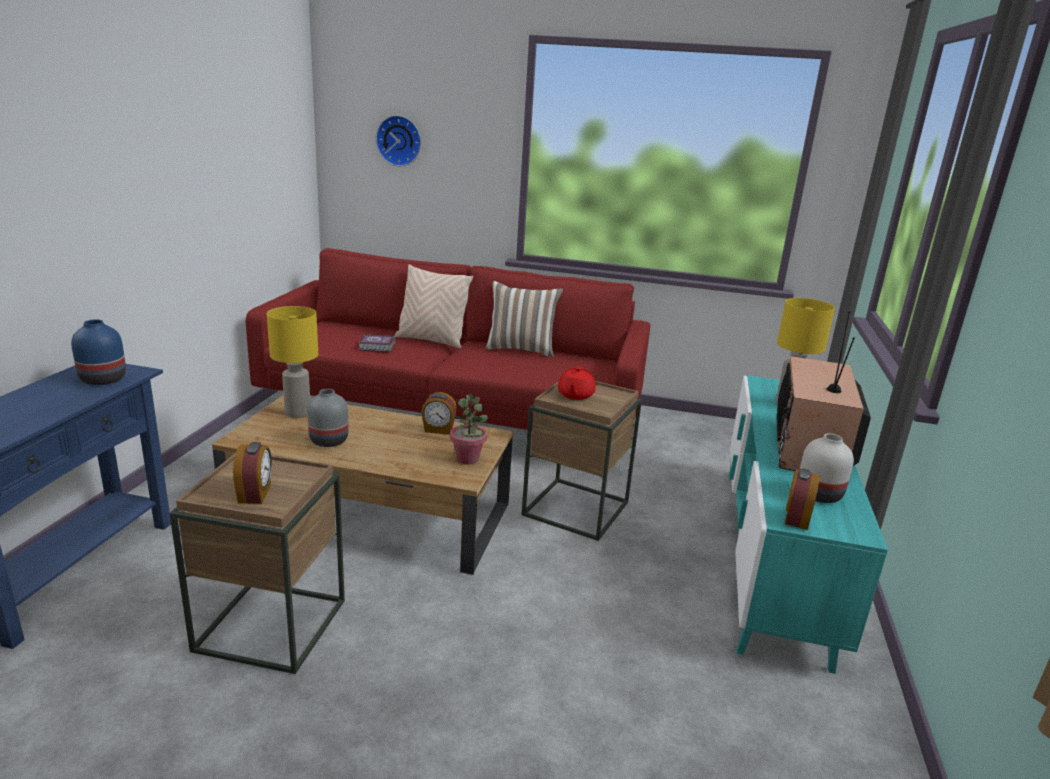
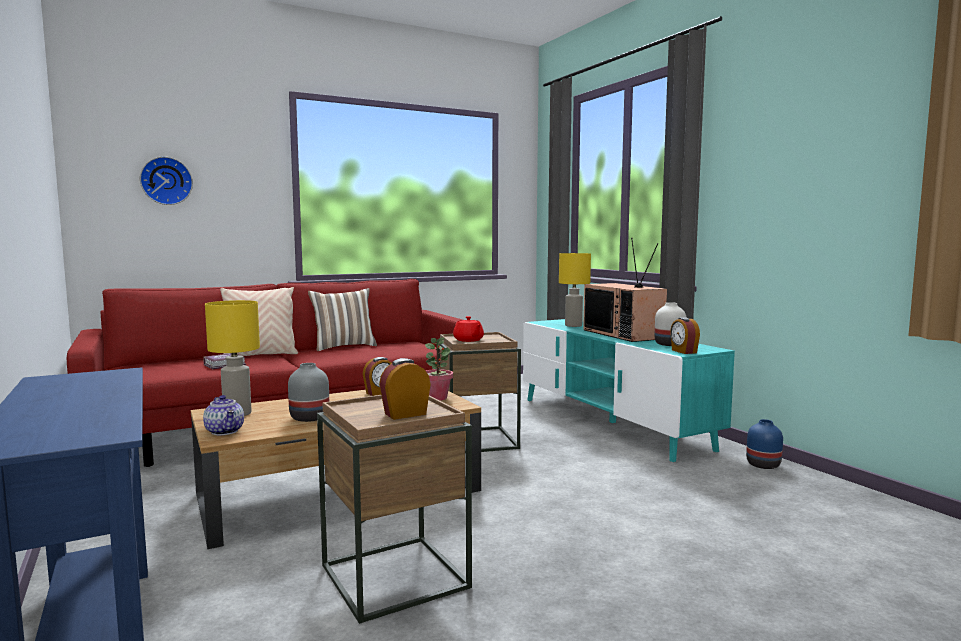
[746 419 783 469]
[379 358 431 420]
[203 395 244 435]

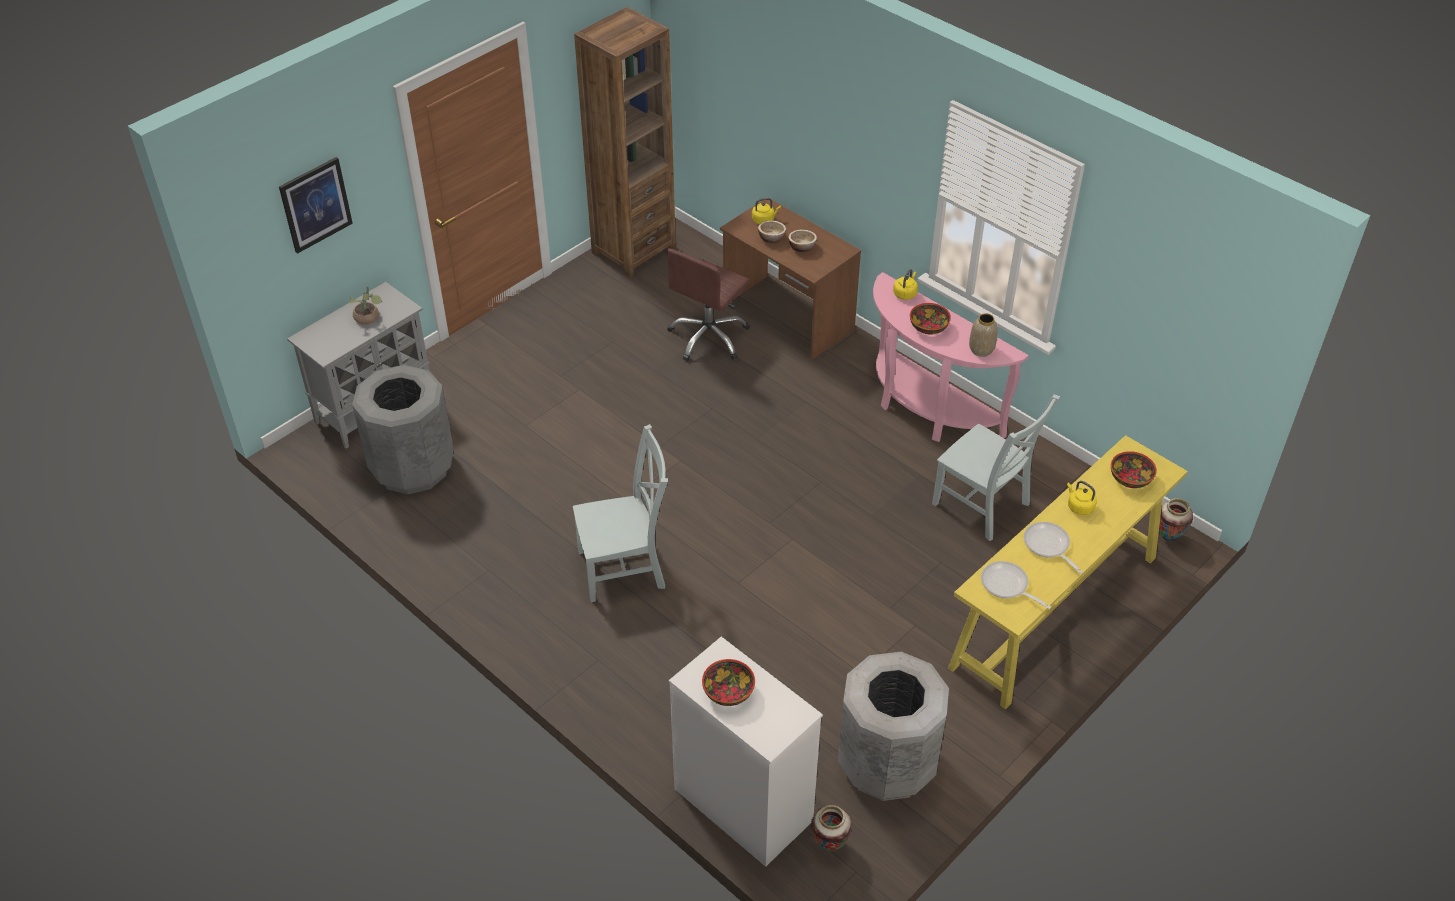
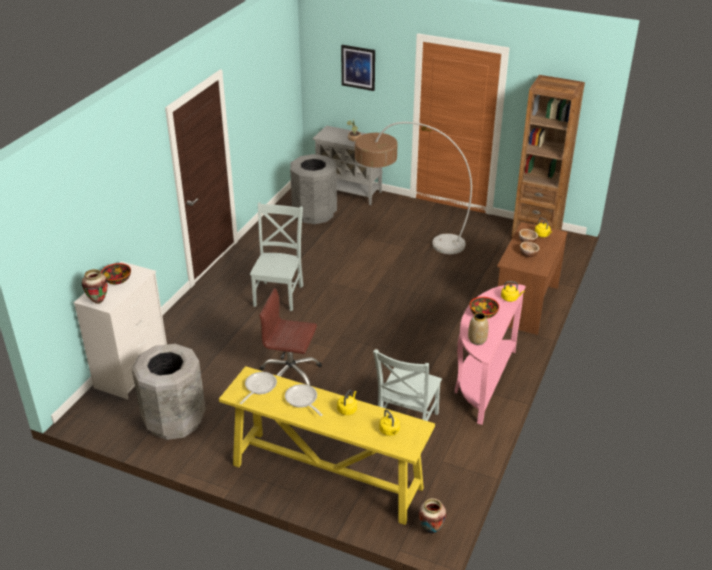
[250 202 303 311]
[259 288 322 386]
[82 269 107 304]
[285 384 323 416]
[379 409 400 436]
[355 122 472 254]

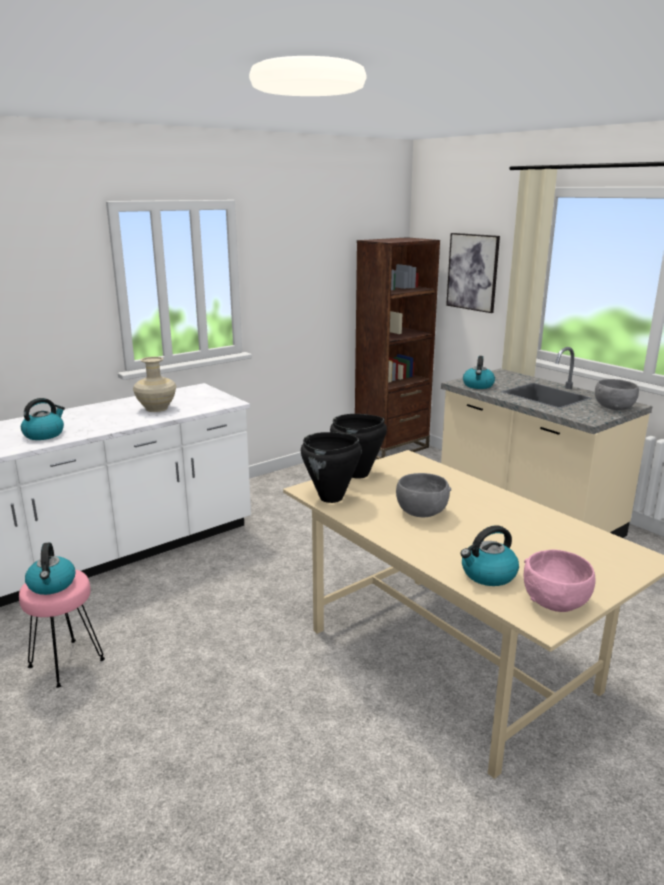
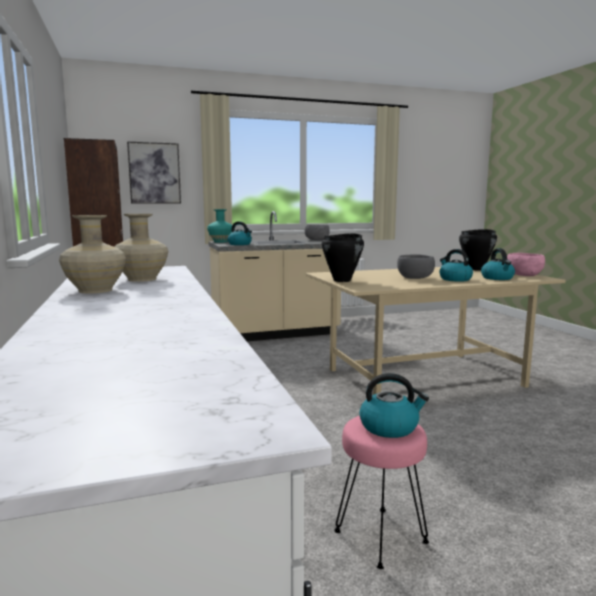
[439 249 473 282]
[459 229 497 270]
[59 215 126 293]
[207 209 232 242]

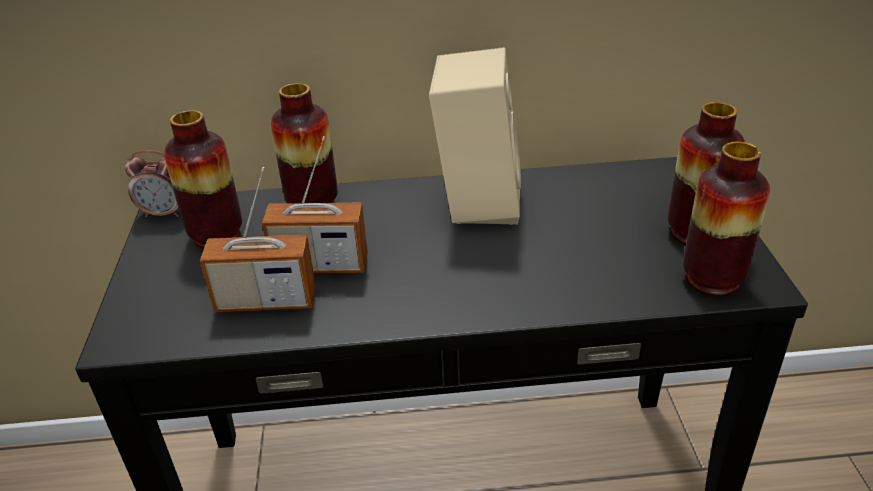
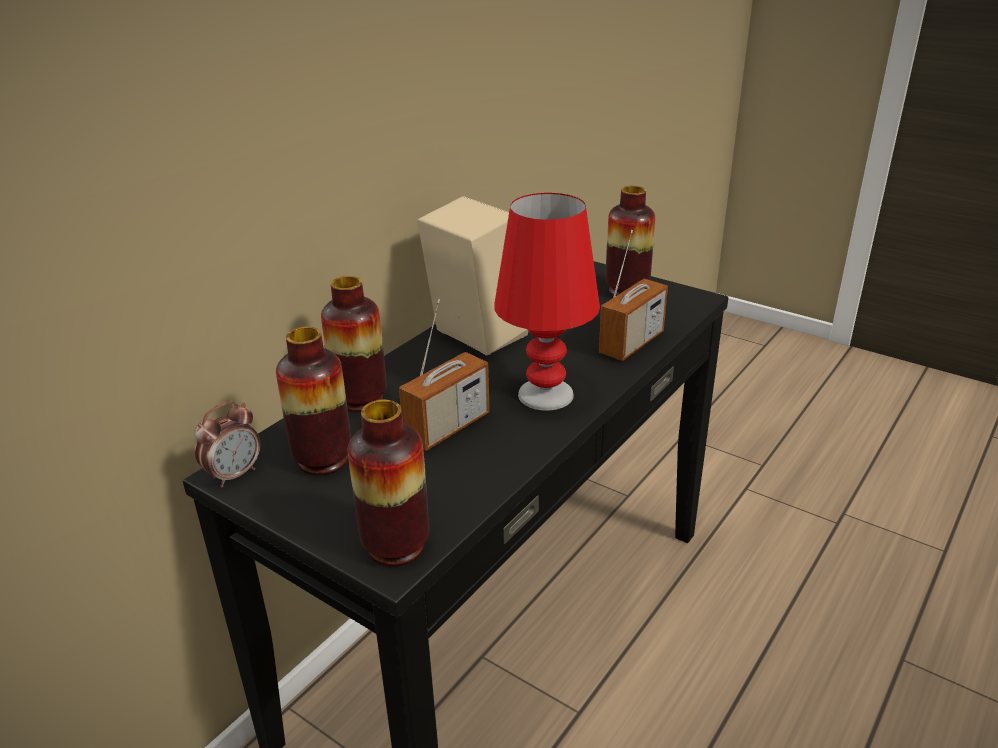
[599 230 668 361]
[348 400 429 567]
[494 193 600 411]

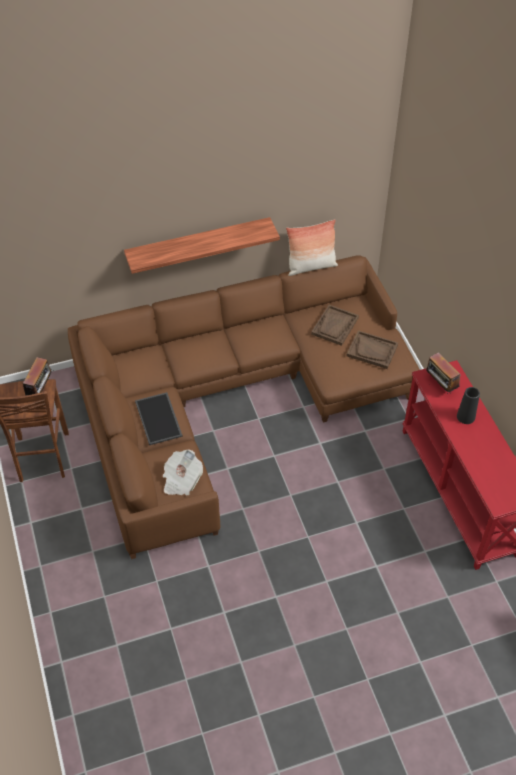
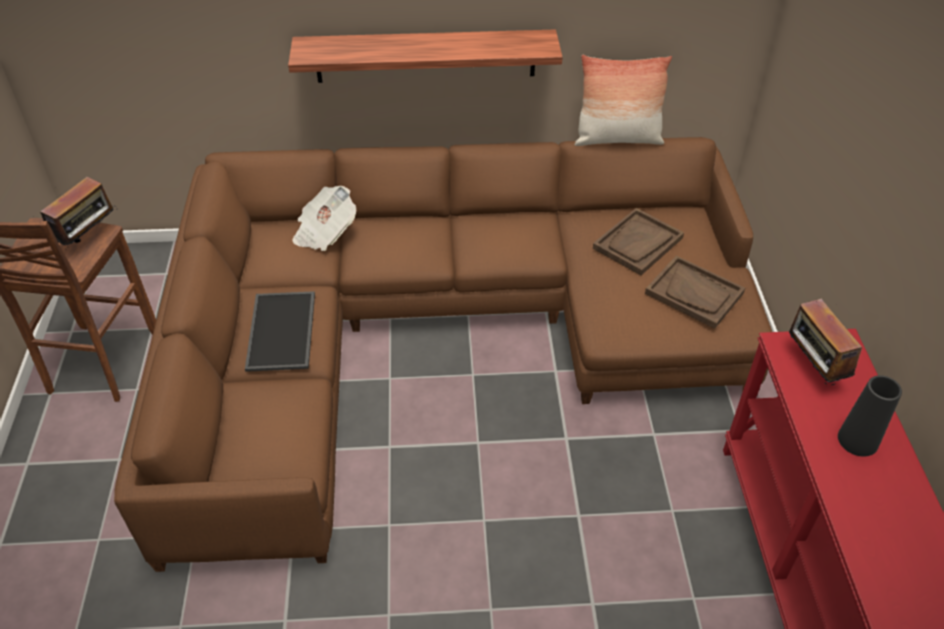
[292 186 356 251]

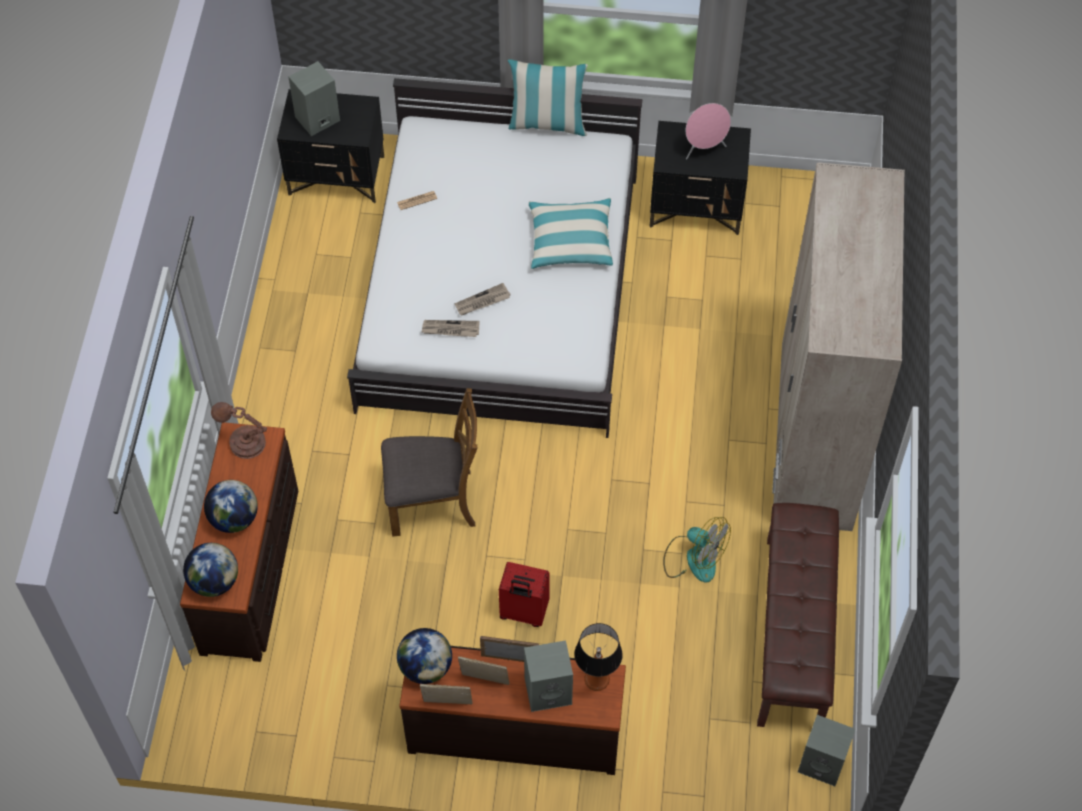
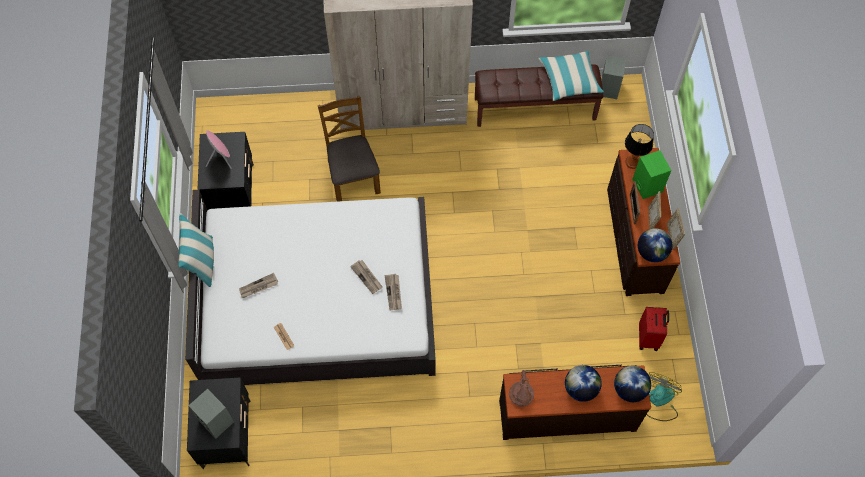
[318 96 381 202]
[639 307 669 351]
[632 150 671 199]
[538 51 604 101]
[646 372 682 421]
[239 273 278 298]

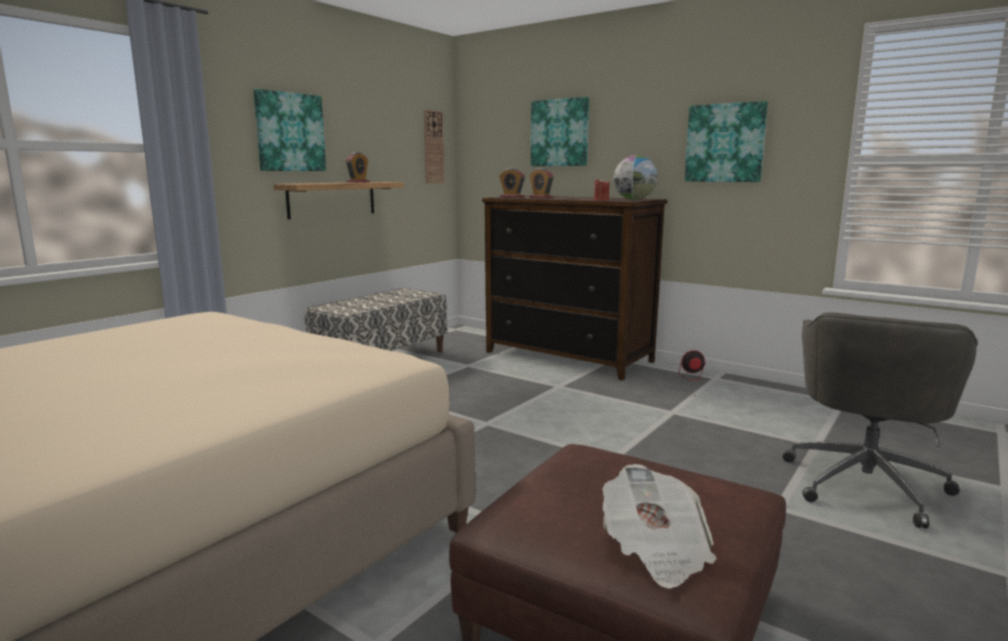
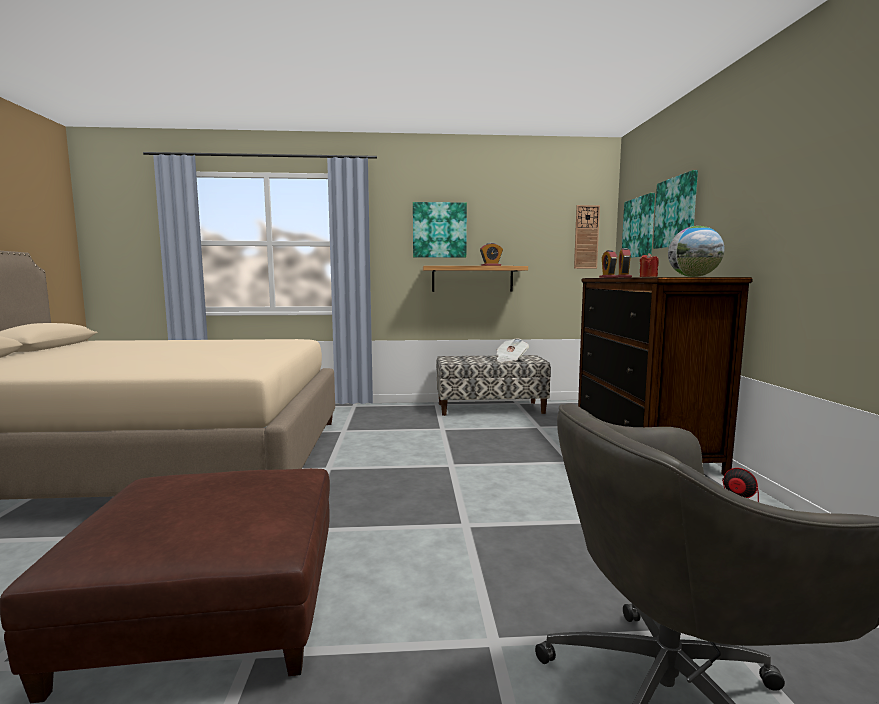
[496 338 529 362]
[622 193 655 258]

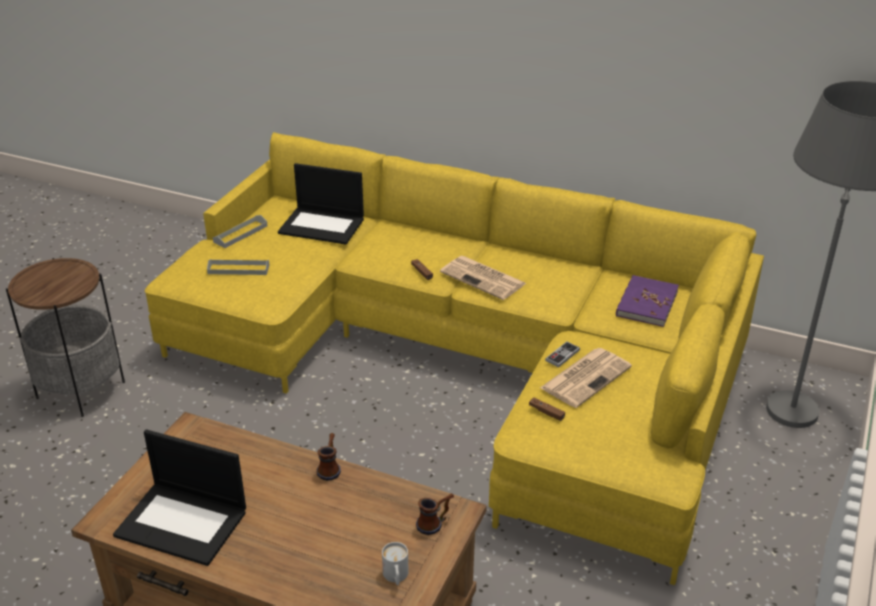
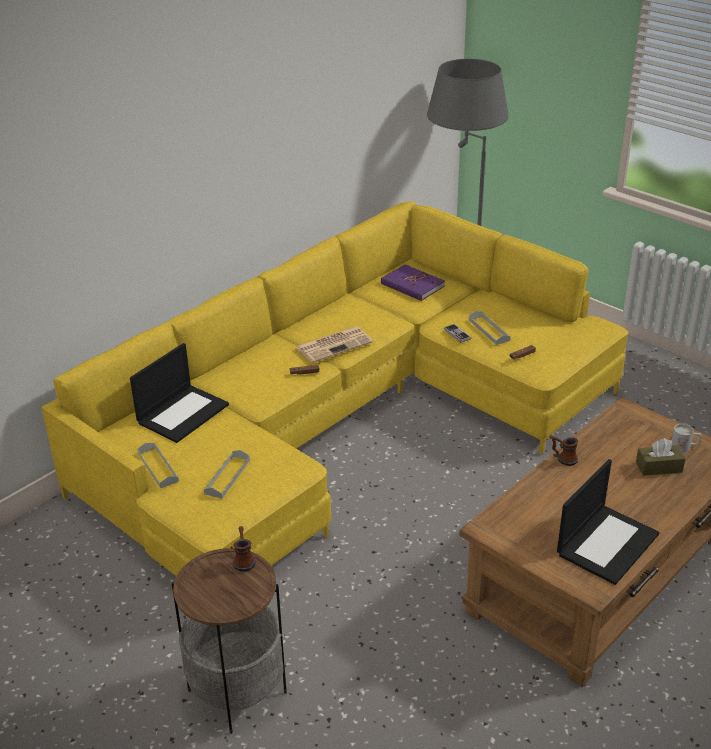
[233 526 256 572]
[469 311 511 345]
[636 438 685 476]

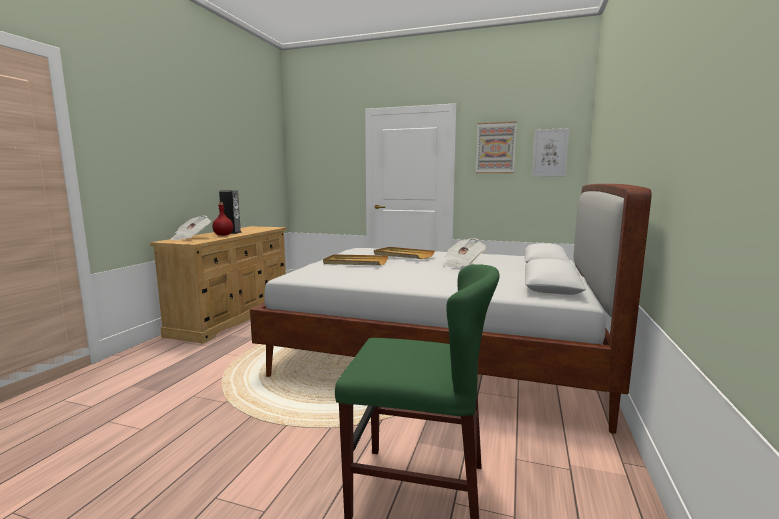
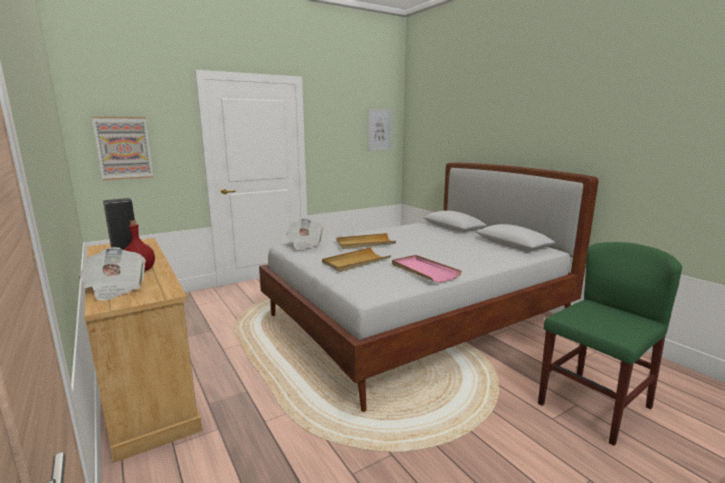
[286 219 324 250]
[92 117 154 180]
[392 255 462 283]

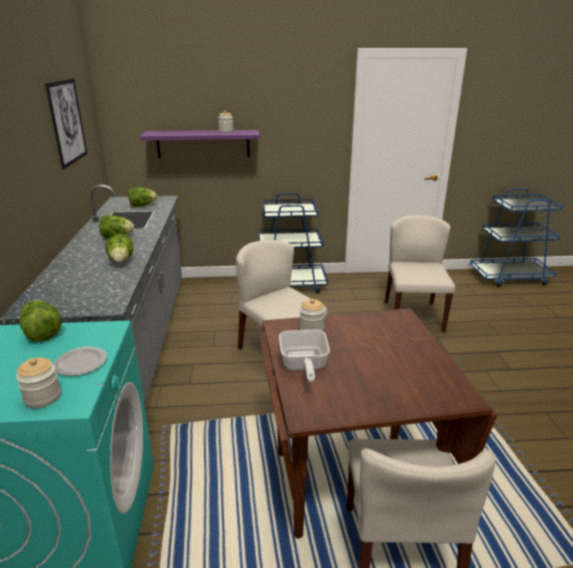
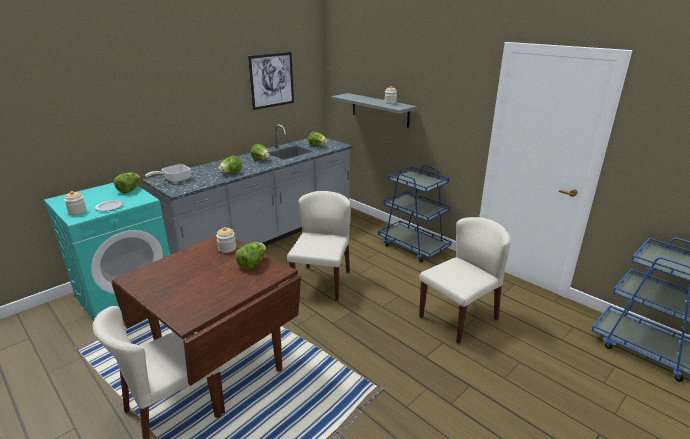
[331 93 417 128]
[145 164 191 183]
[235 242 266 270]

